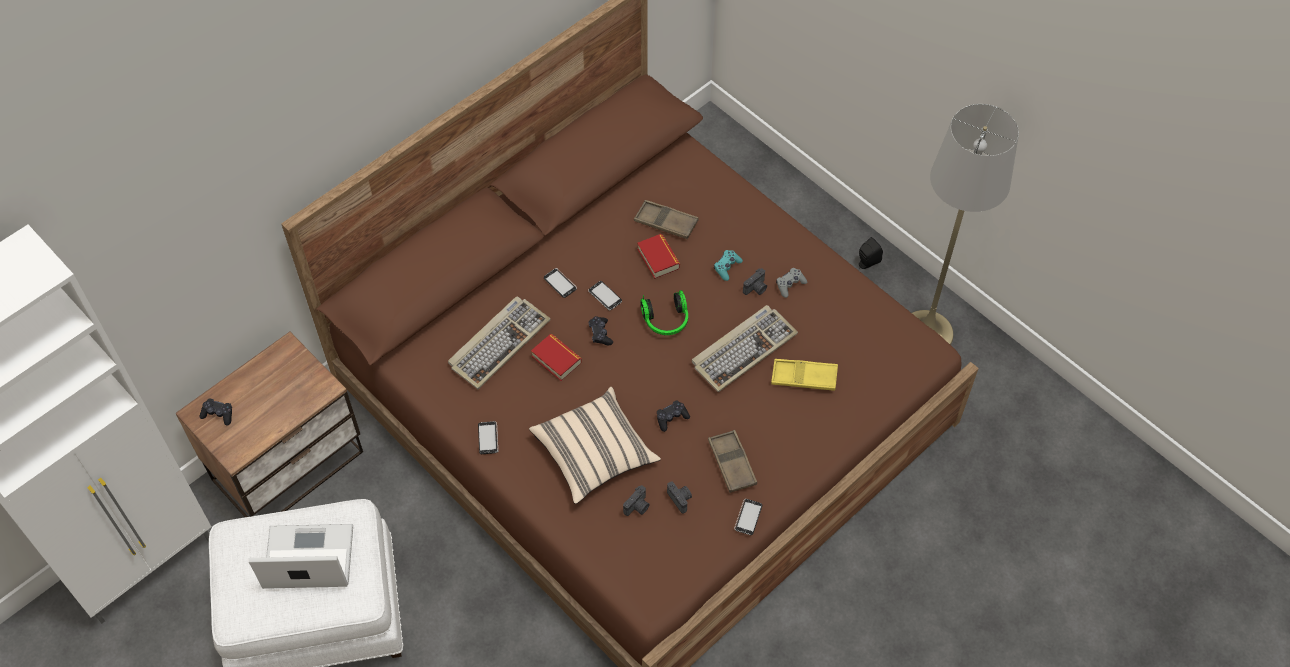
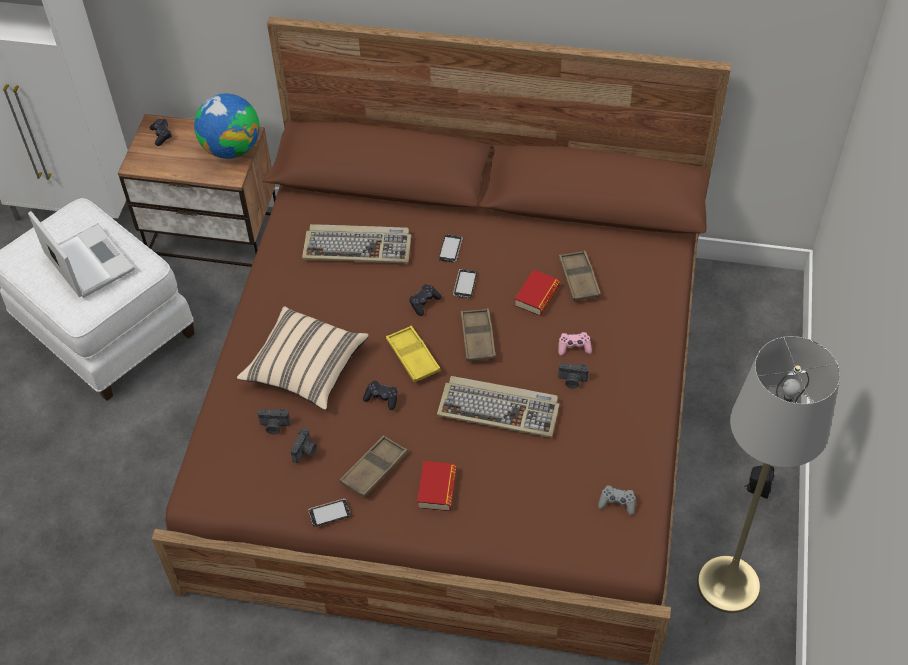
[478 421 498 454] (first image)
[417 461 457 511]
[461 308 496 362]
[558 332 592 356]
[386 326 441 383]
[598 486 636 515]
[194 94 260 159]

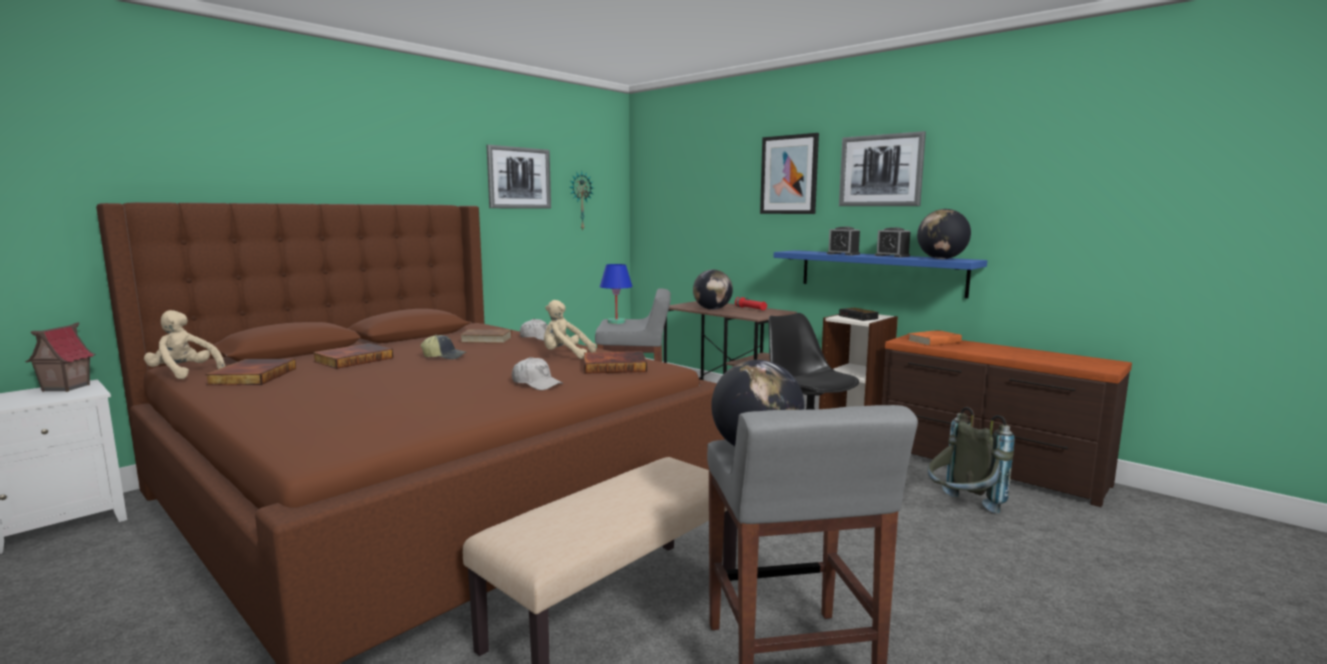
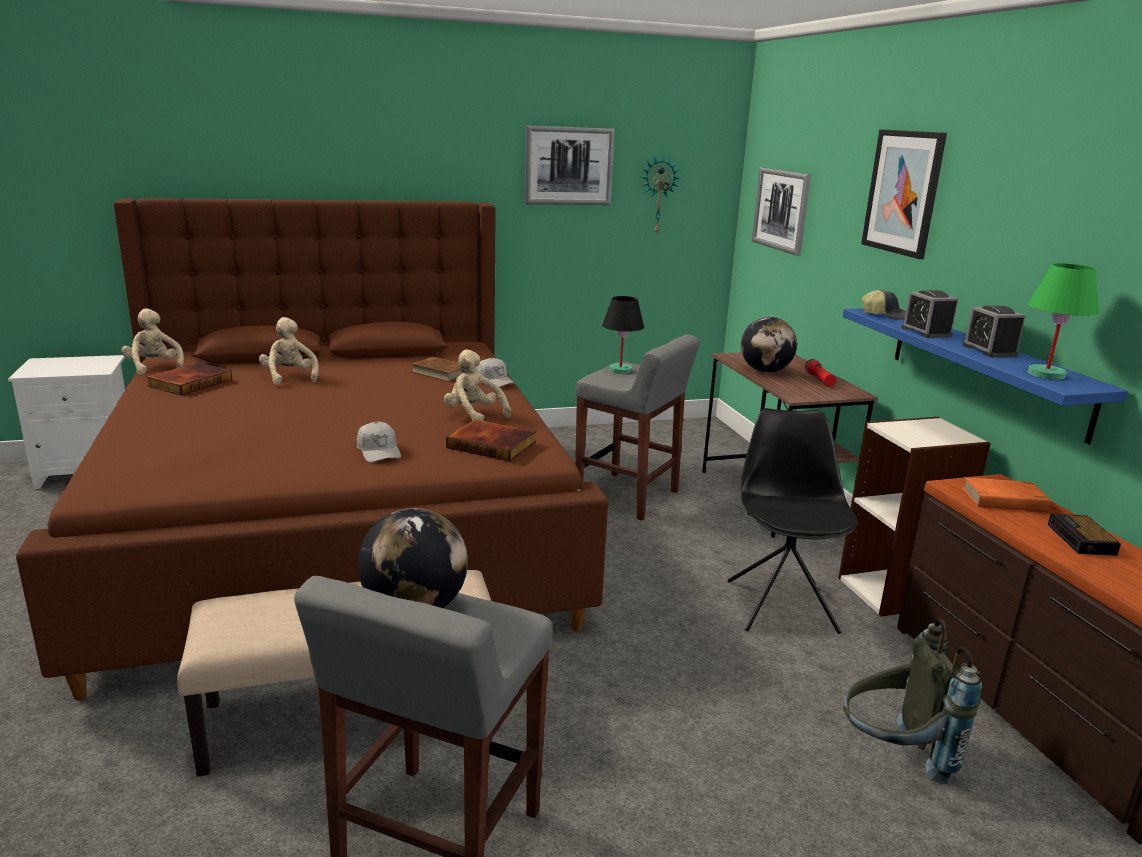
[25 322 95 392] (first image)
[259 317 318 385]
[862 289 906 320]
[602 296 644 374]
[752 167 811 256]
[1048 514 1121 556]
[1028 263 1099 380]

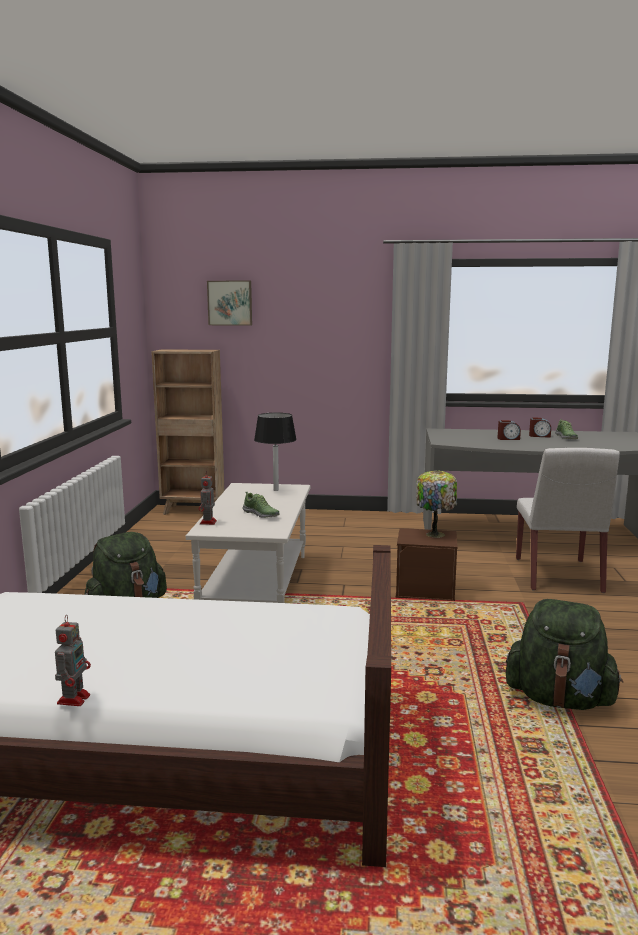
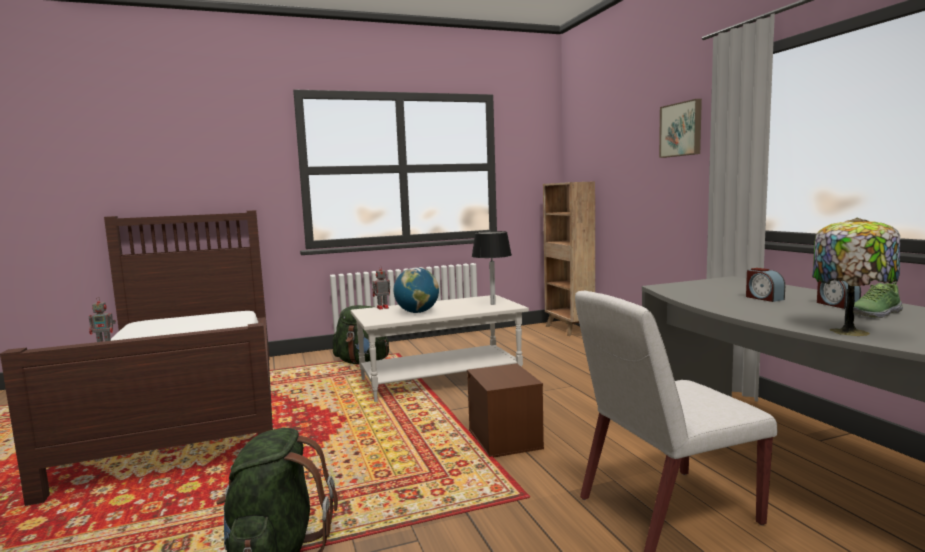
[659 99 702 158]
[394 268 439 313]
[812 218 900 336]

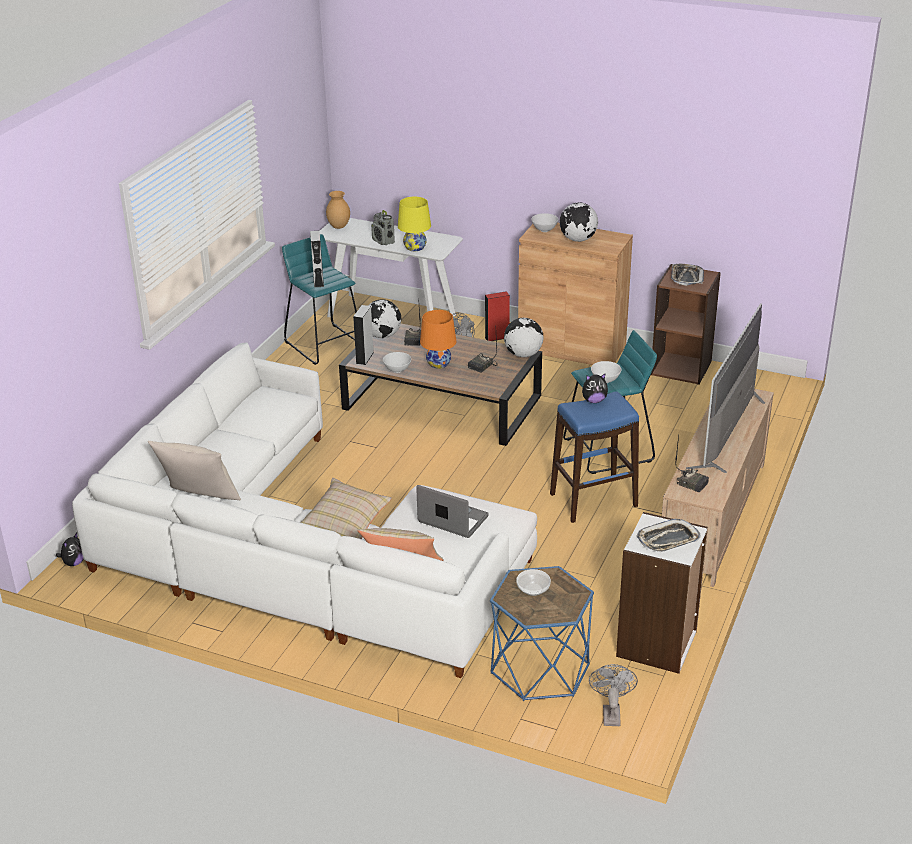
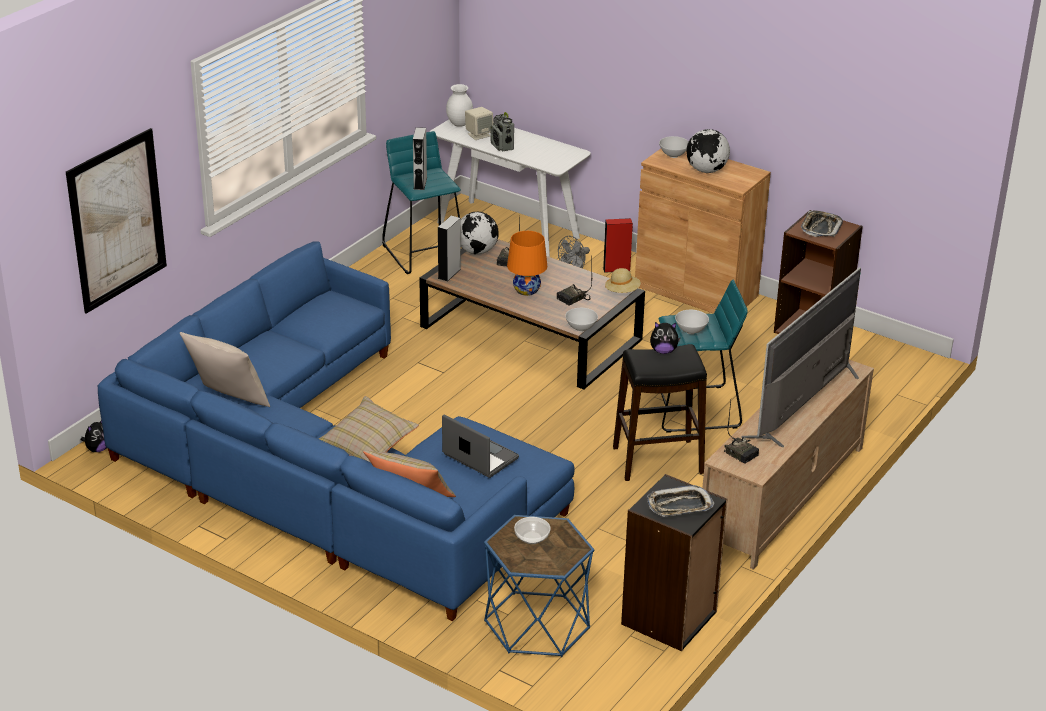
[98 241 574 621]
[446 84 473 127]
[565 308 598 331]
[398 197 431 251] (first image)
[605 268 641 293]
[613 344 707 481]
[589 664 638 726] (first image)
[621 474 727 651]
[66 128 167 314]
[465 107 493 140]

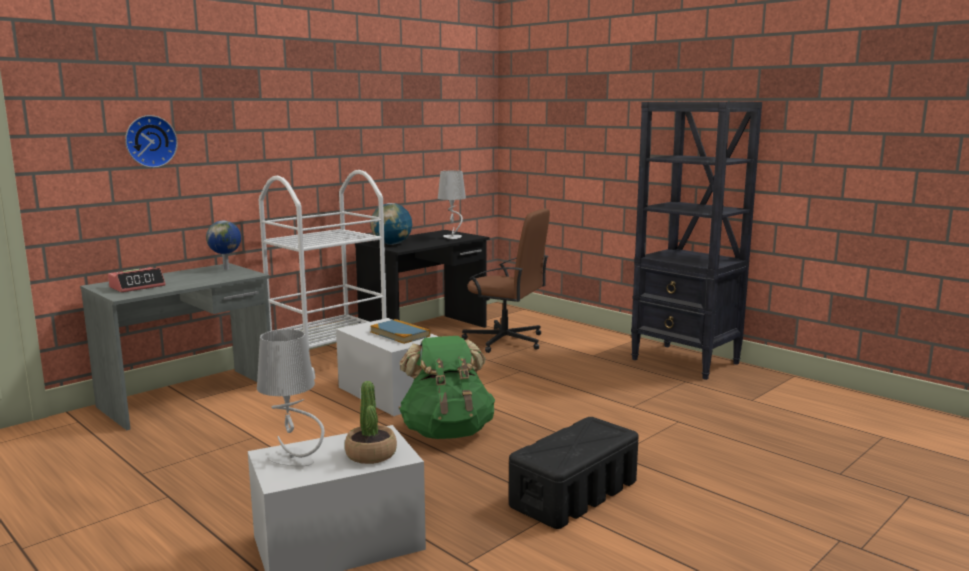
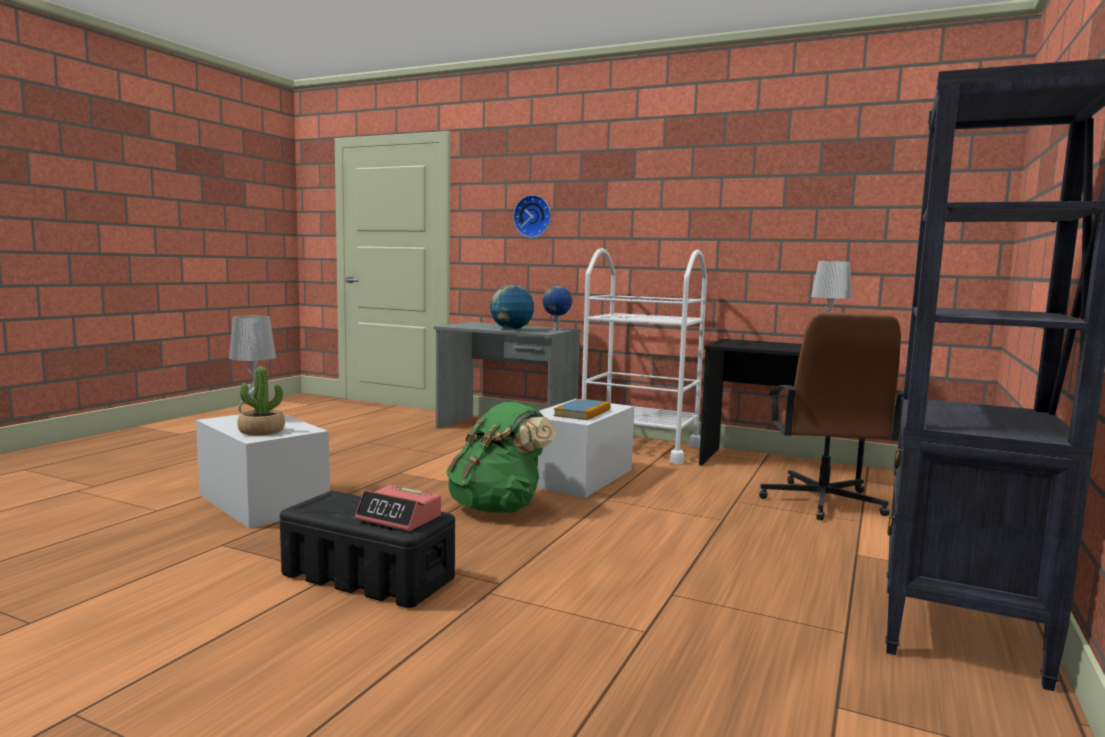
[355 485 441 531]
[490 285 534 330]

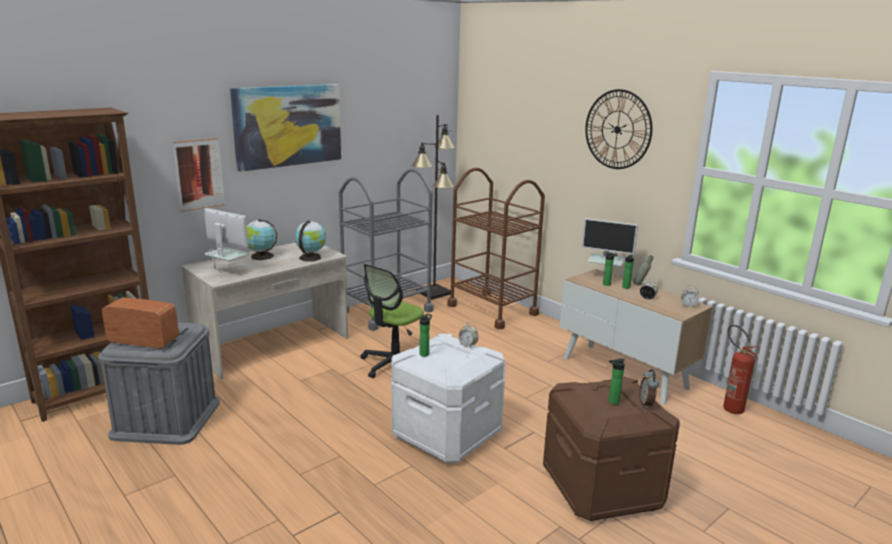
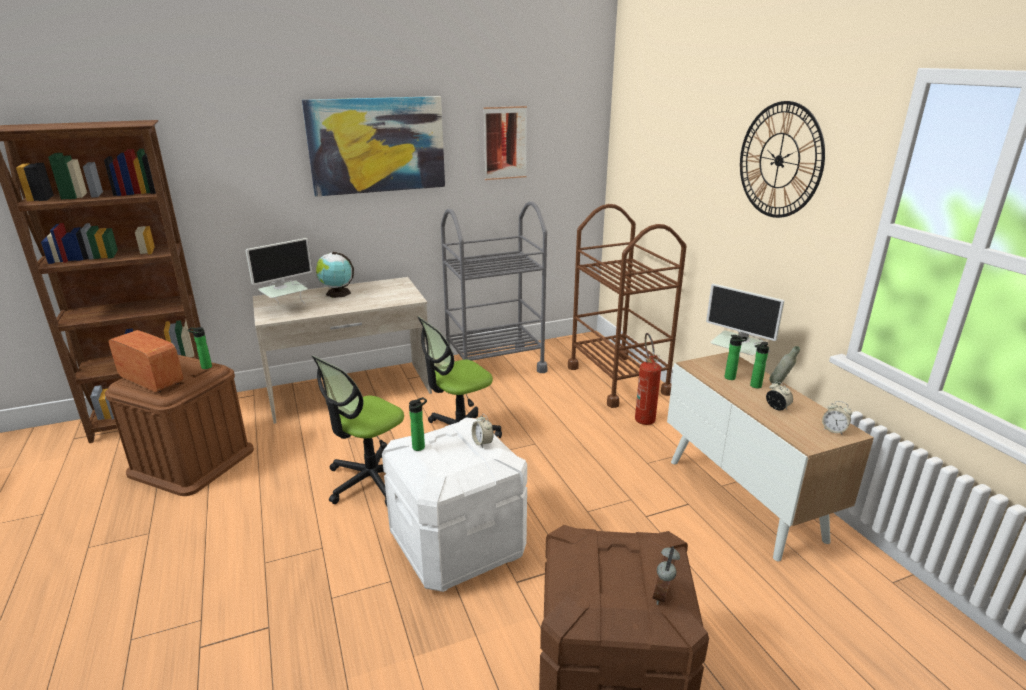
[105 355 254 496]
[484 106 527 180]
[246 238 312 304]
[295 221 326 261] (first image)
[411 115 455 300] (first image)
[188 327 212 369]
[635 333 661 425]
[312 356 404 506]

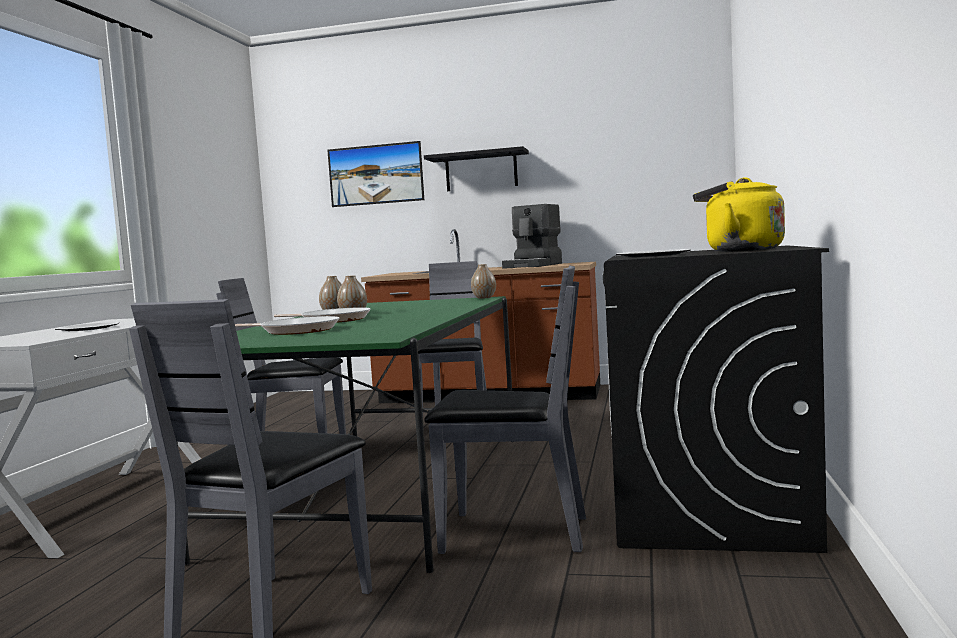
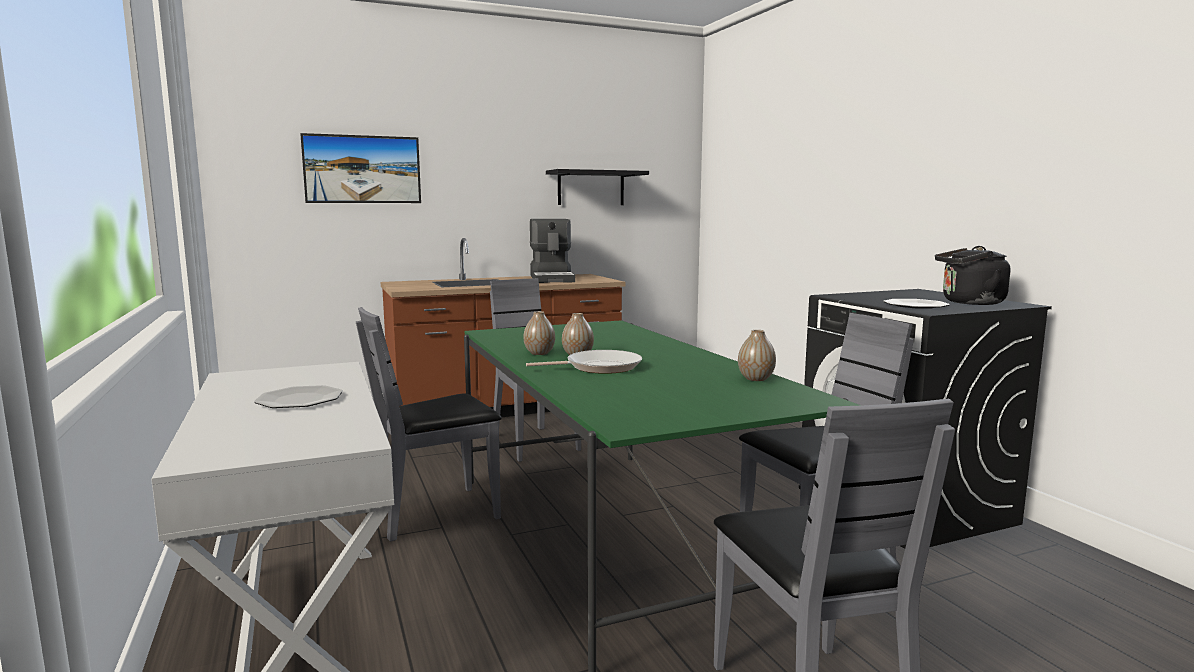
[235 316 339 335] (first image)
[546 169 649 205]
[738 330 776 381]
[935 246 1010 305]

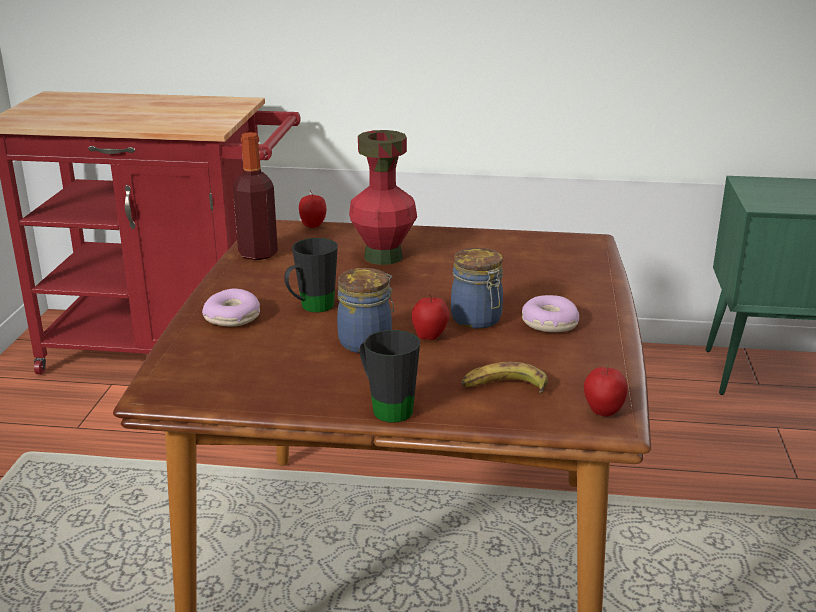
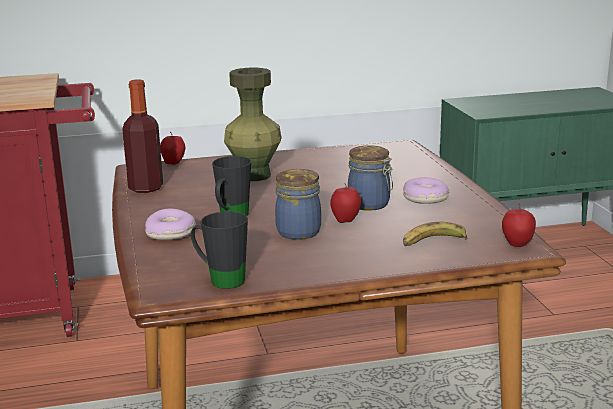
[224 68 282 181]
[191 212 248 289]

